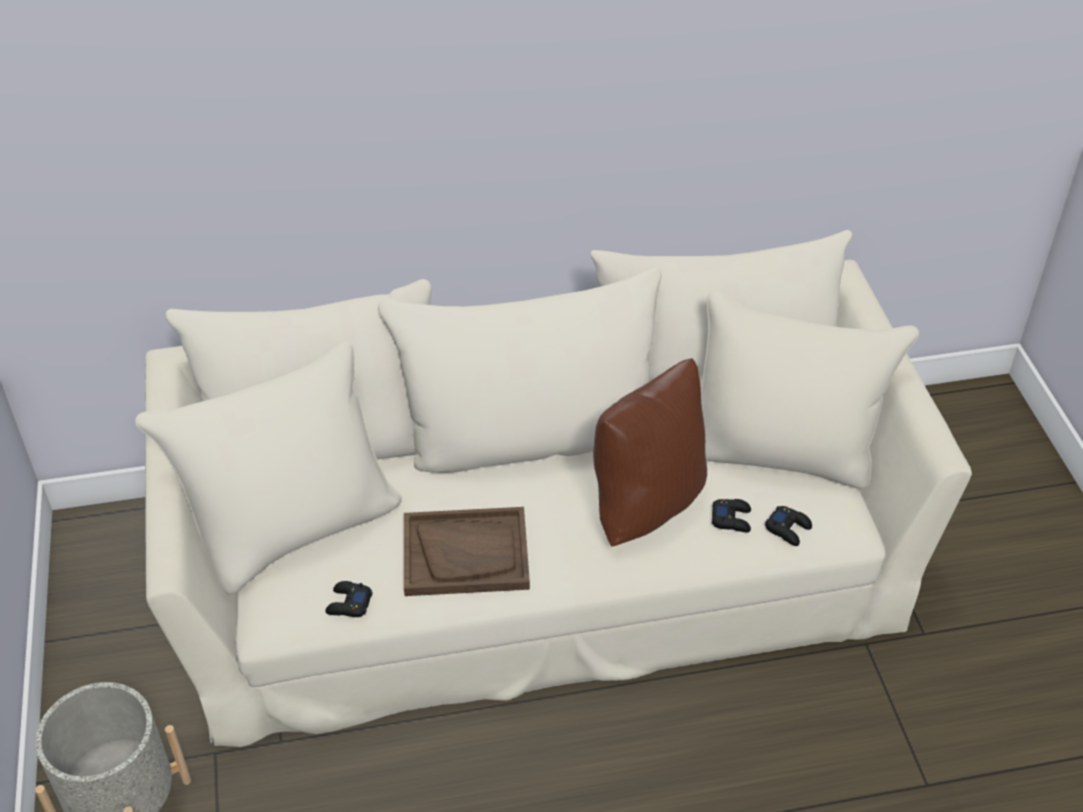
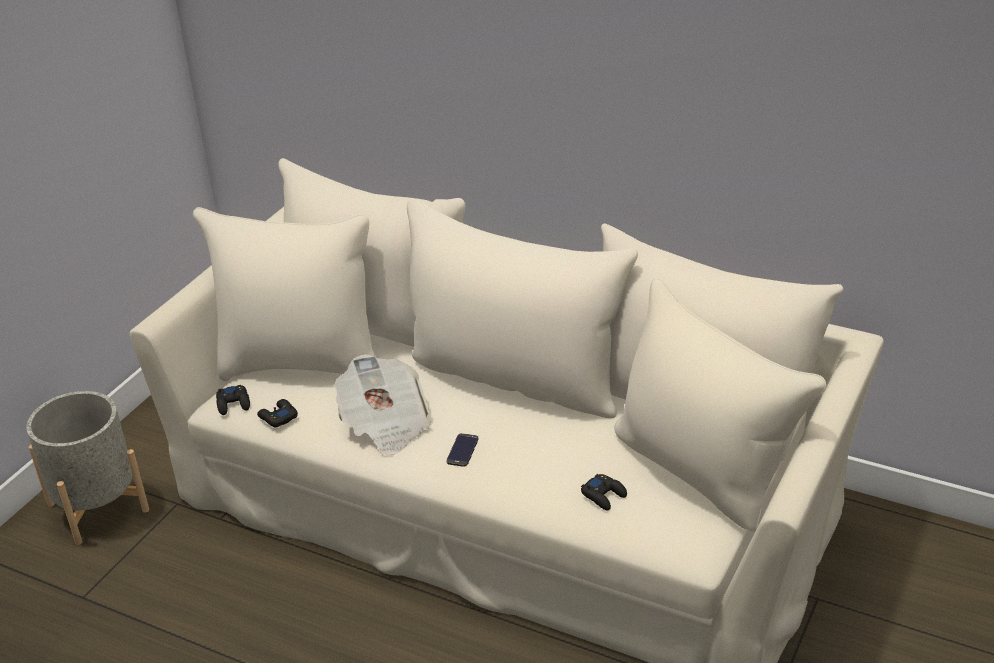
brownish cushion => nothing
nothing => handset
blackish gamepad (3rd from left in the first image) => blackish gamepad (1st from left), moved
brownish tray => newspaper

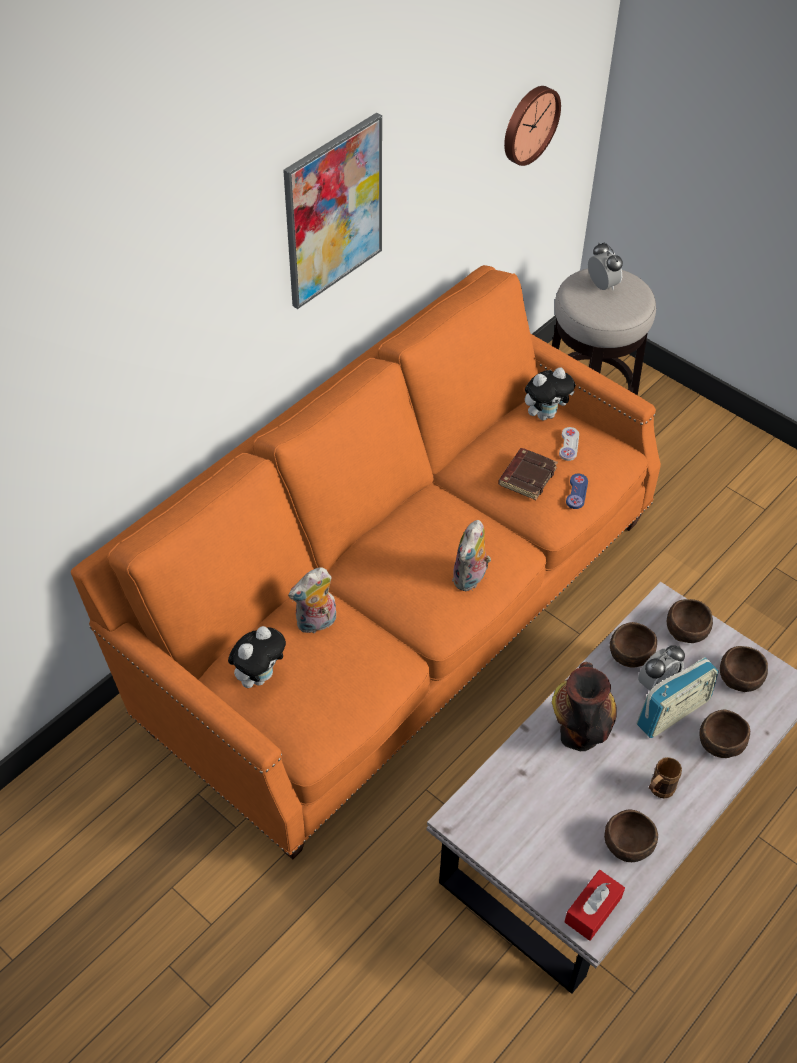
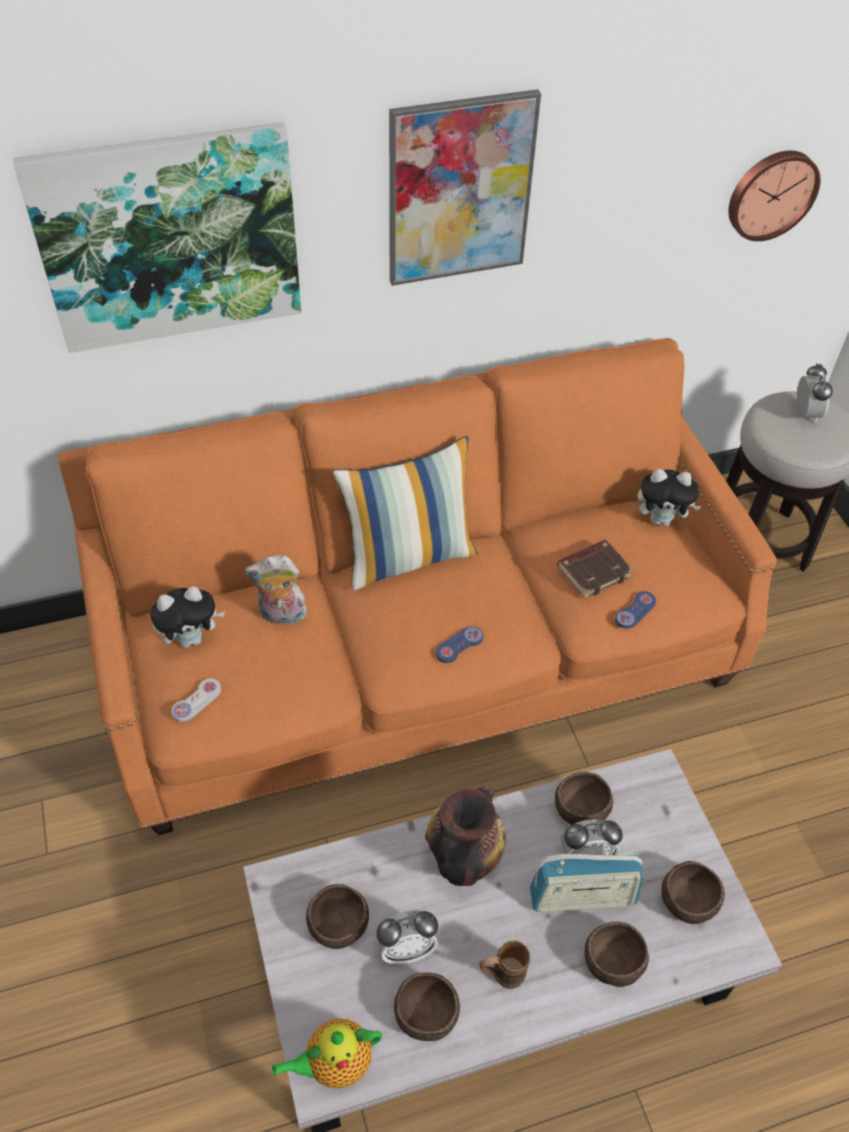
nothing => picture (1st from left)
nothing => cushion
nothing => table clock (1st from left)
whitish gamepad, moved
brownish serving bowl (3rd from left in the first image) => brownish serving bowl (1st from left), moved
plush toy (3rd from left) => blue-coloured gamepad (1st from left)
red-coloured tissue holder => tea pot

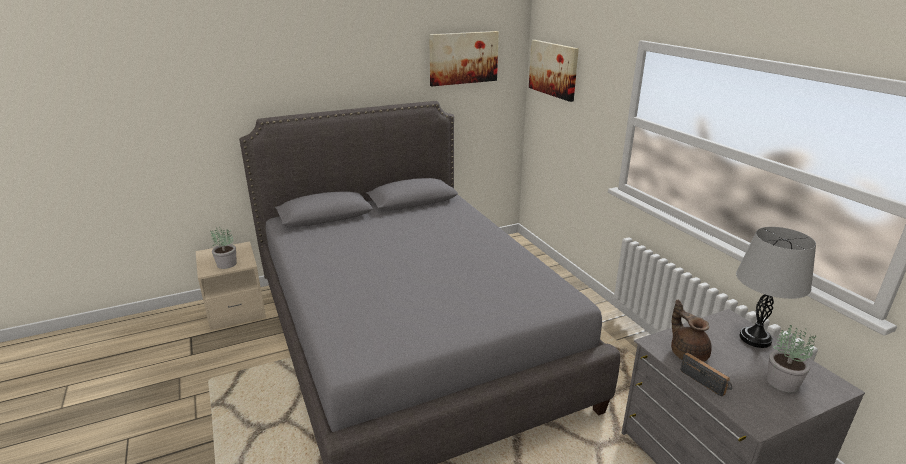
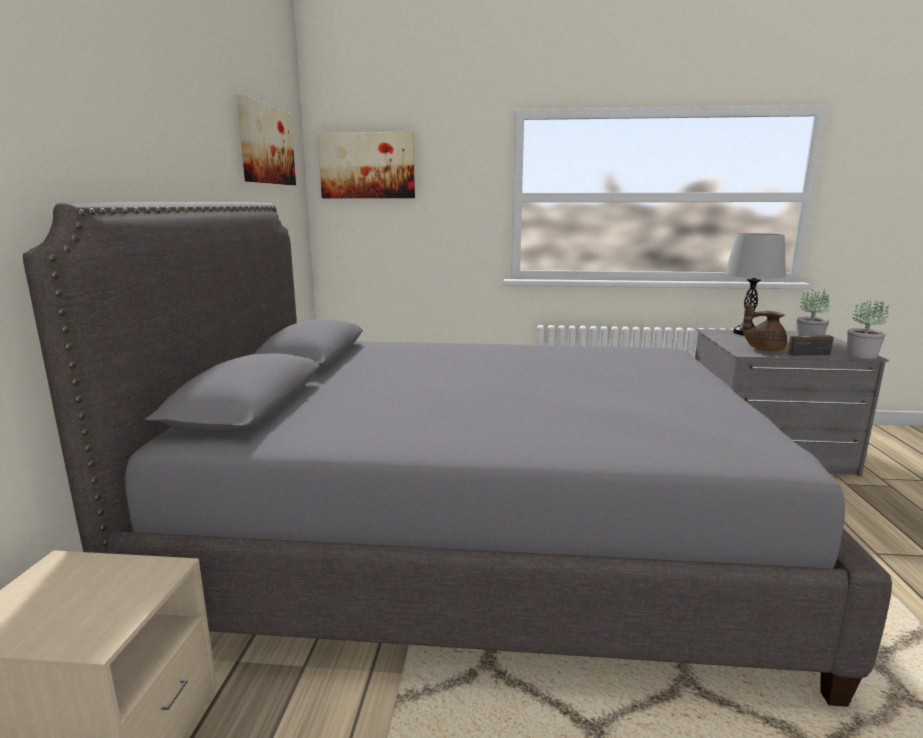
houseplant (1st from left in the first image) => houseplant (2nd from left), moved

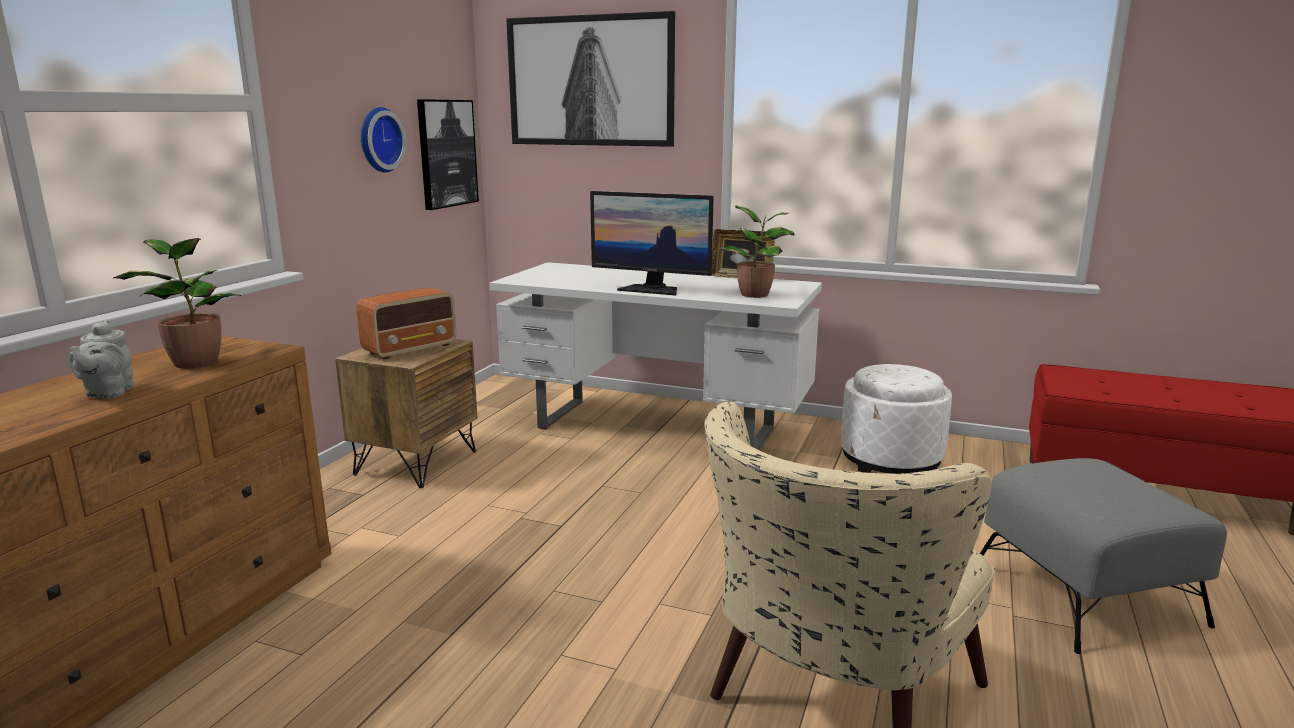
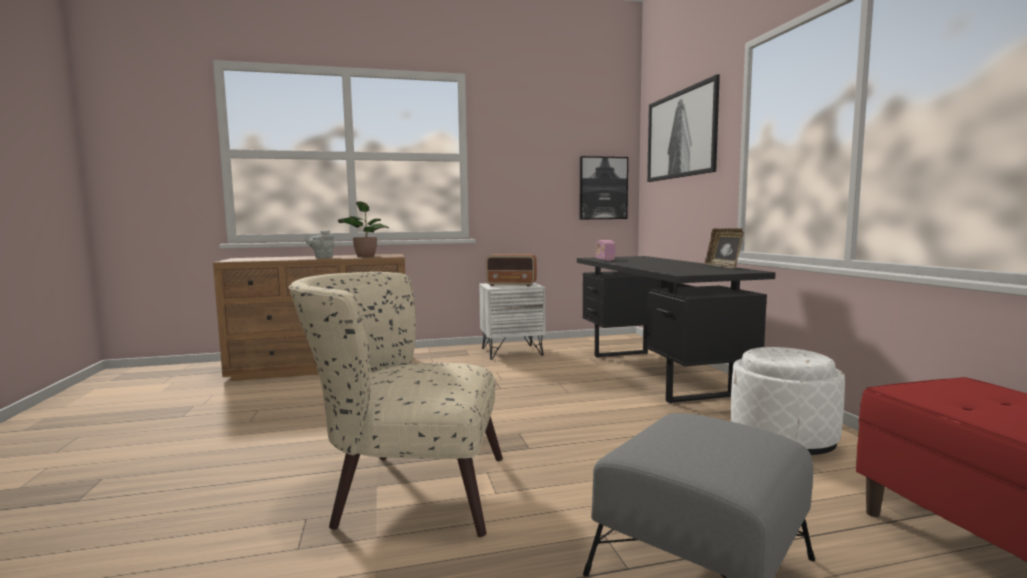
wall clock => nothing
monitor => nothing
houseplant (2nd from left) => nothing
nothing => radio set (2nd from left)
brownish nightstand => whitish nightstand
whitish desk unit => blackish desk unit

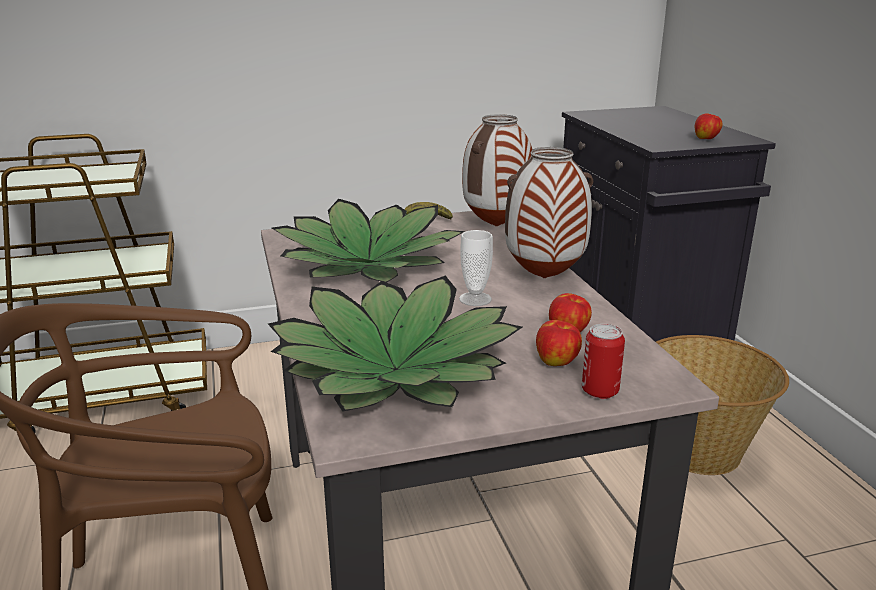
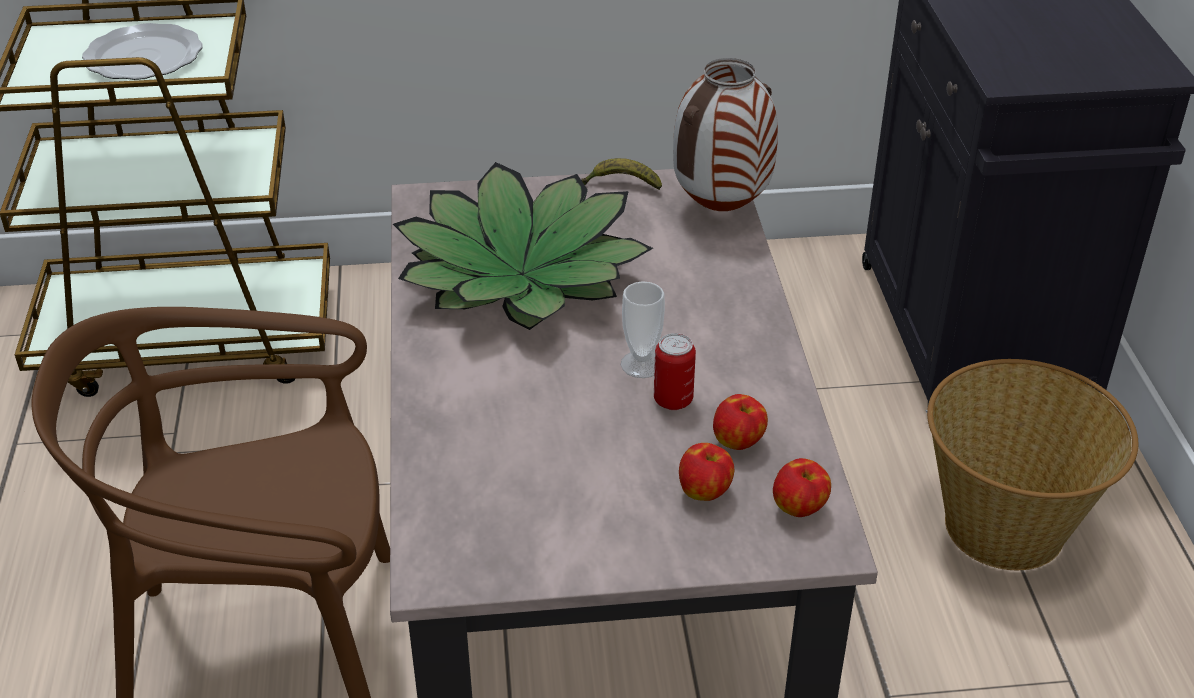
houseplant (2nd from left) => nothing
flower vase (2nd from left) => nothing
nothing => flat dish
sealed can, moved
apple fruit (3rd from left), moved

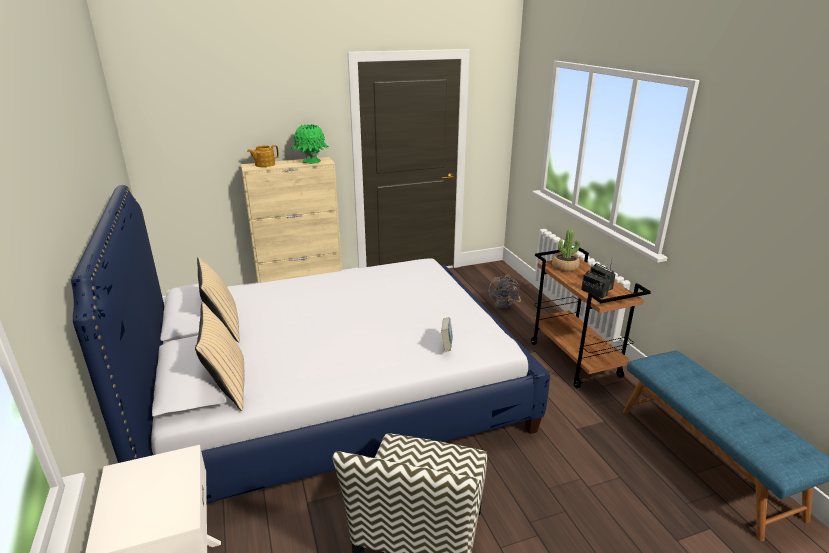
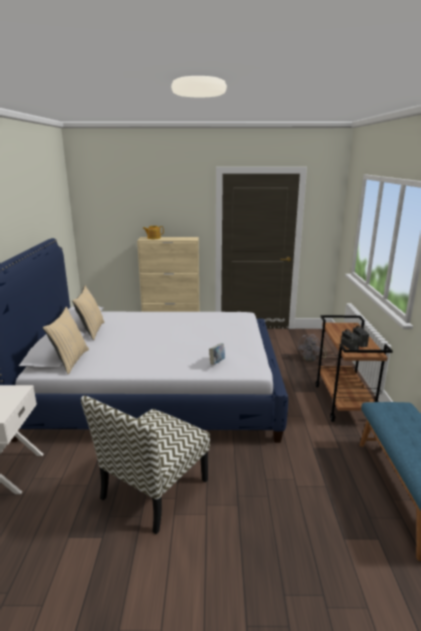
green-coloured flower vase => nothing
houseplant => nothing

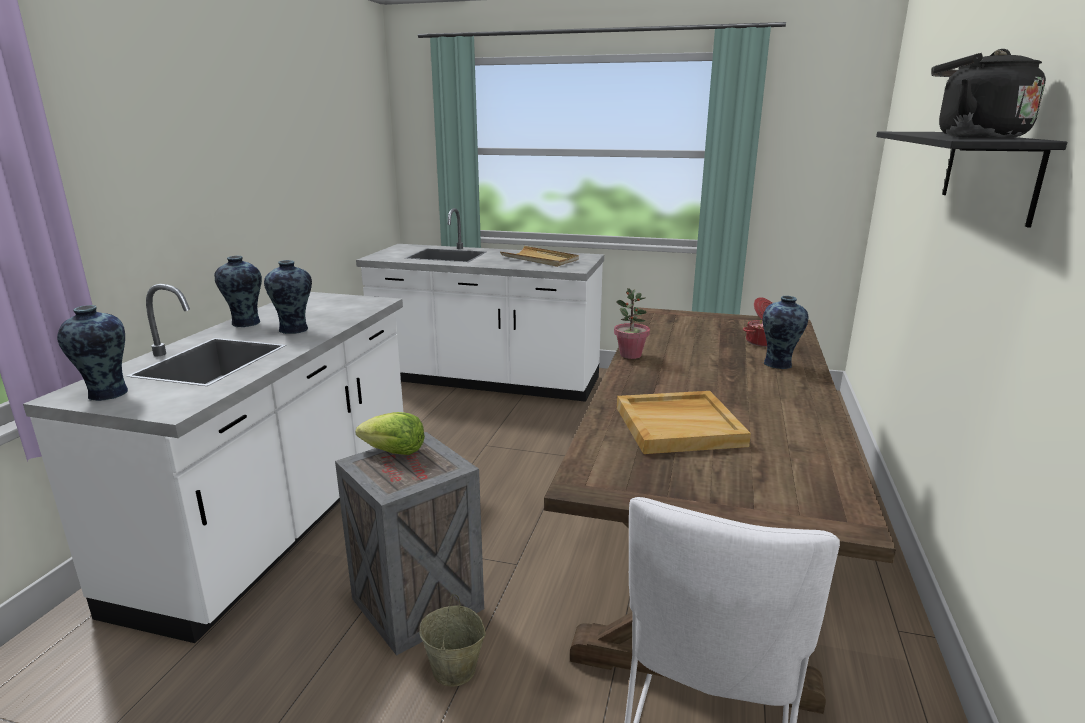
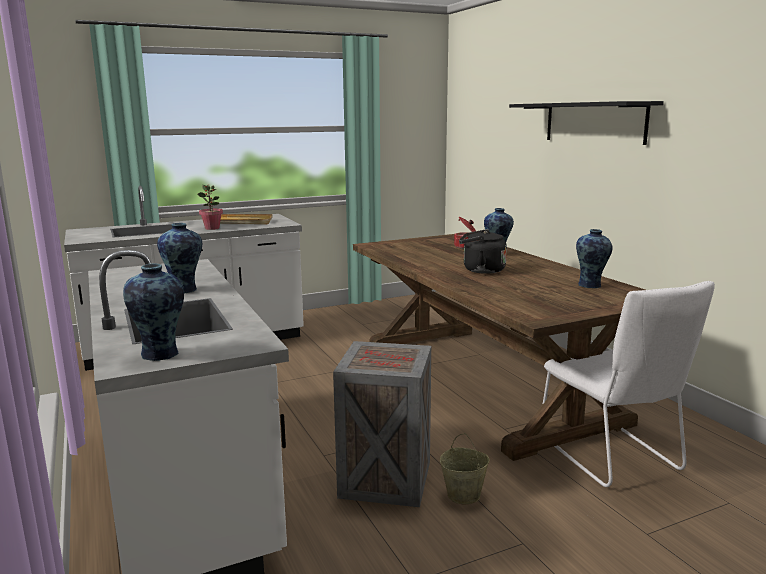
head of lettuce => nothing
beige-coloured tray (2nd from left) => nothing
flower vase (2nd from left in the first image) => flower vase (4th from left), moved
houseplant, moved
blackish kettle, moved

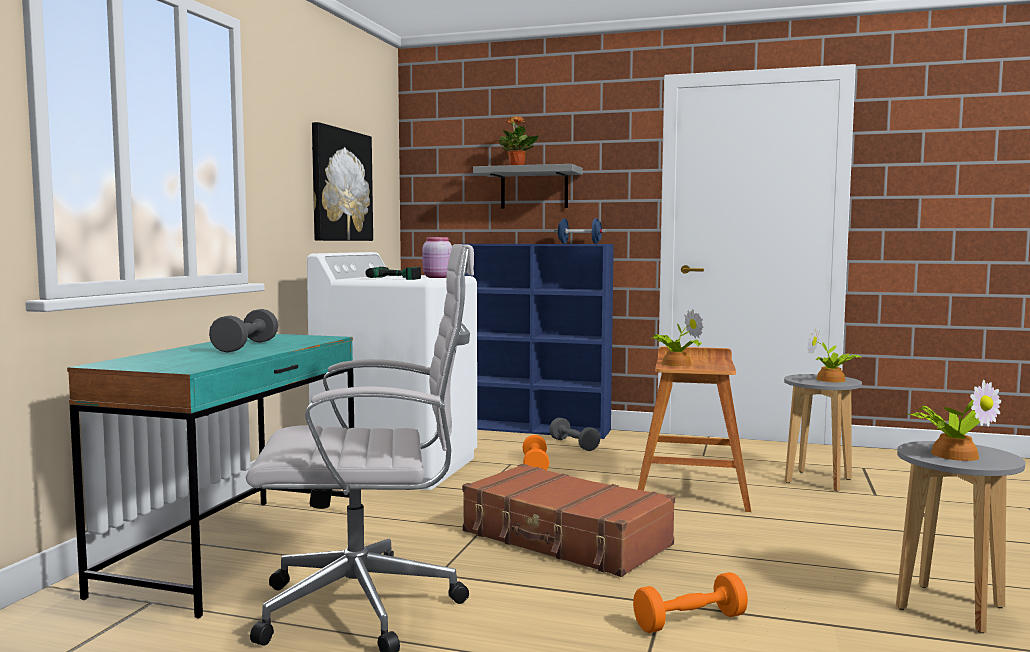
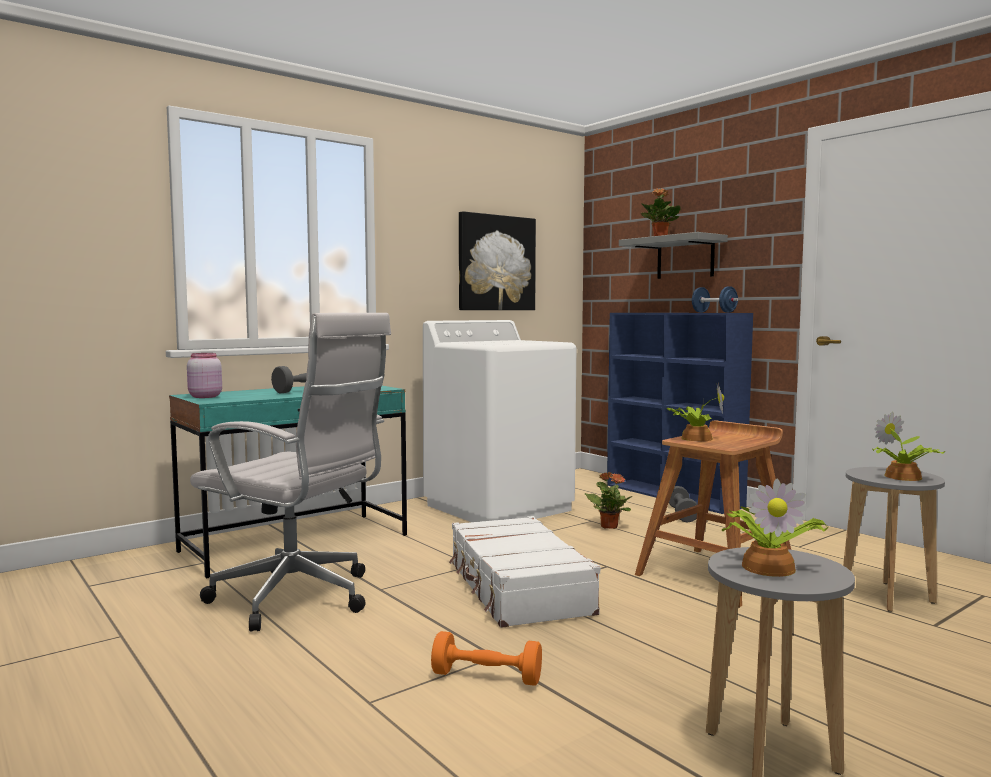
drill => nothing
pink storage jar, moved
orangey dumbbell (1st from left) => houseplant (1st from left)
brownish travel case => whitish travel case

